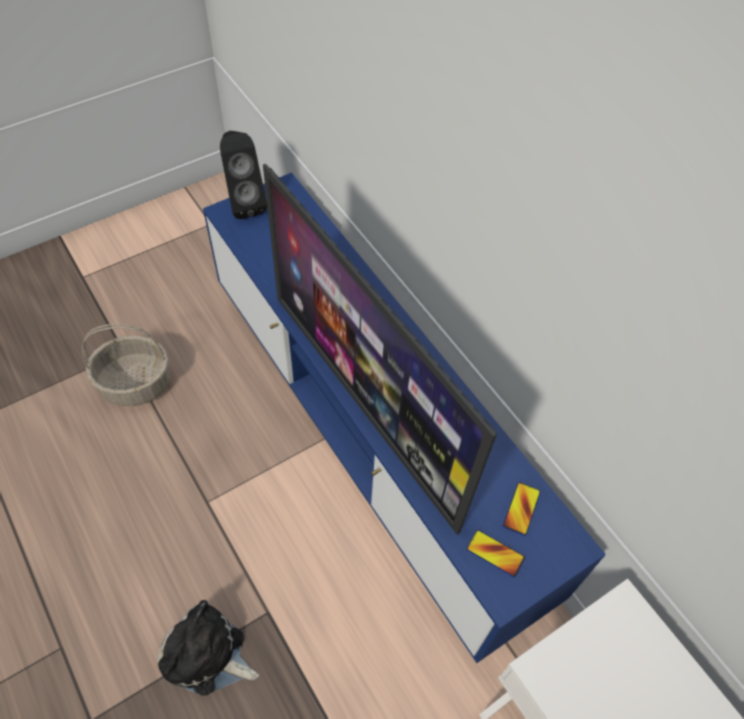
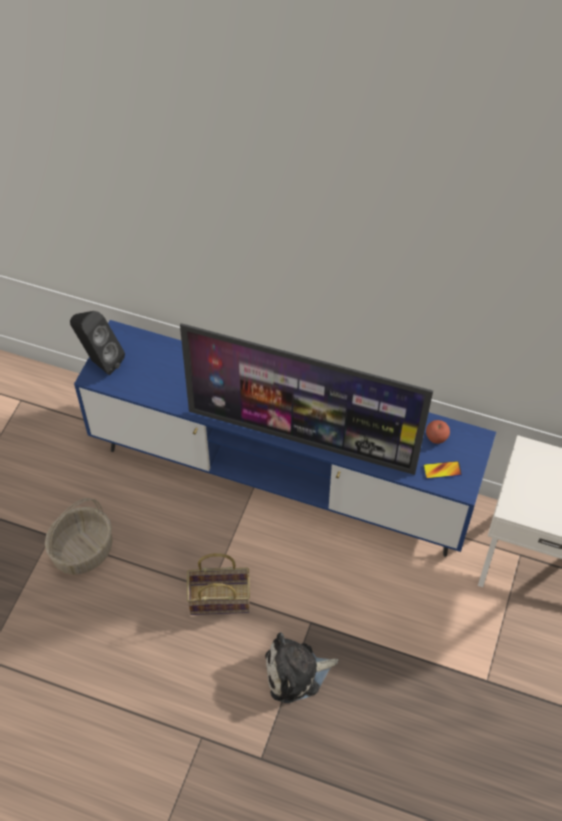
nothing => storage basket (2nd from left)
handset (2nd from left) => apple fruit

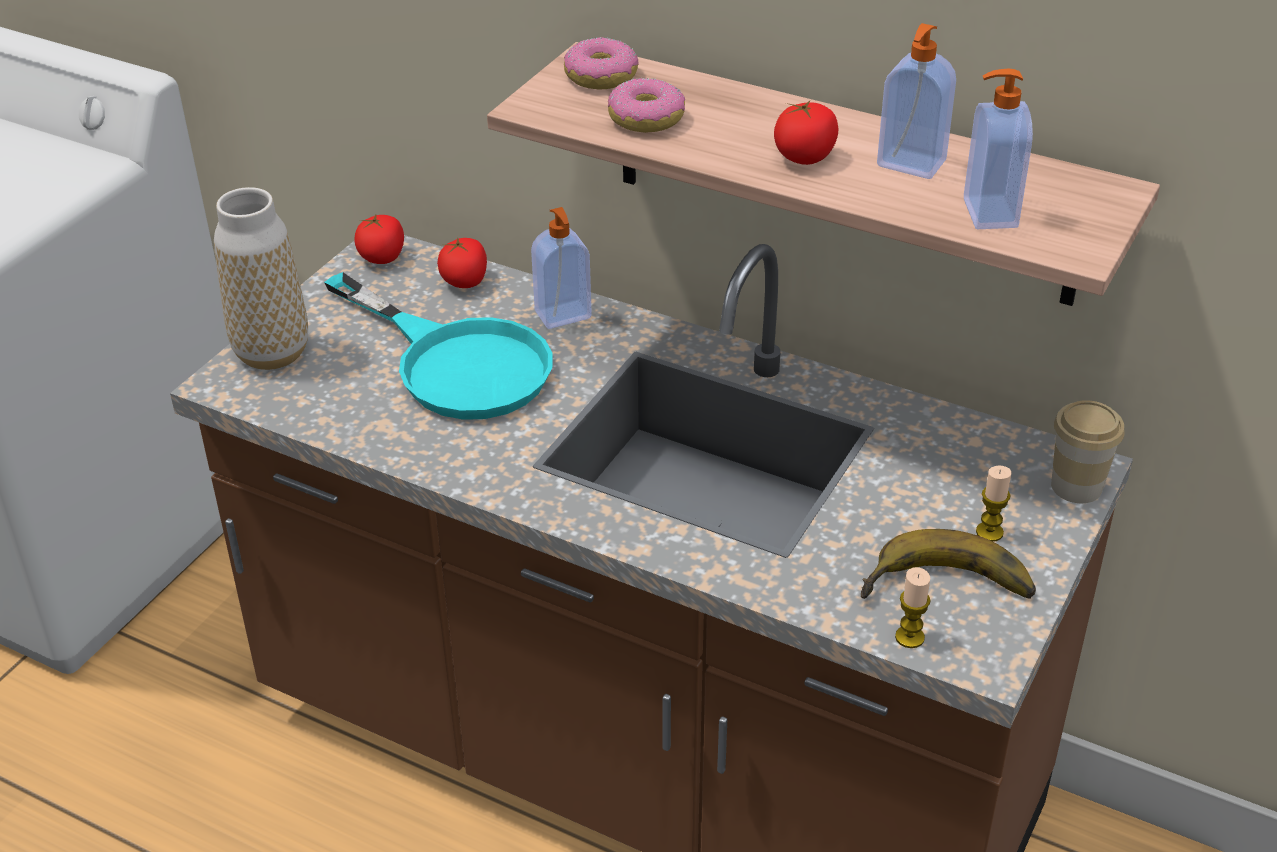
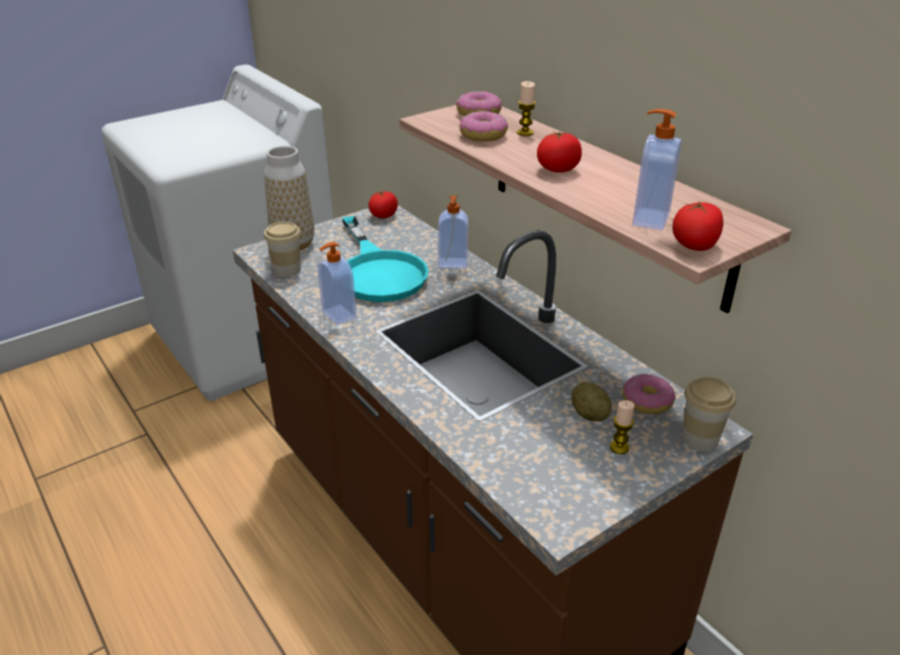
banana => nothing
nothing => cup (1st from left)
nothing => potato
nothing => ring doughnut (3rd from left)
fresh tomato (2nd from left in the first image) => fresh tomato (3rd from left), moved
liquid soap bottle (2nd from left in the first image) => liquid soap bottle (1st from left), moved
wax light (1st from left), moved

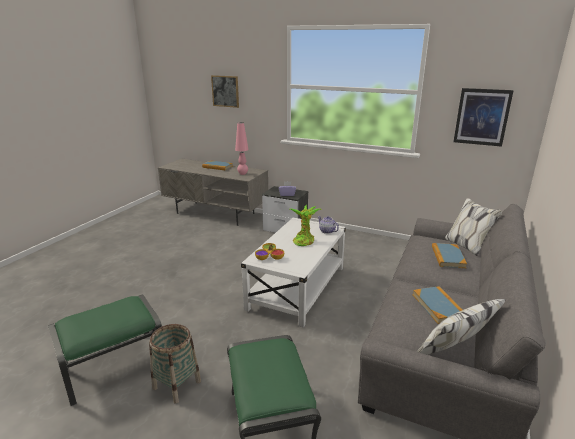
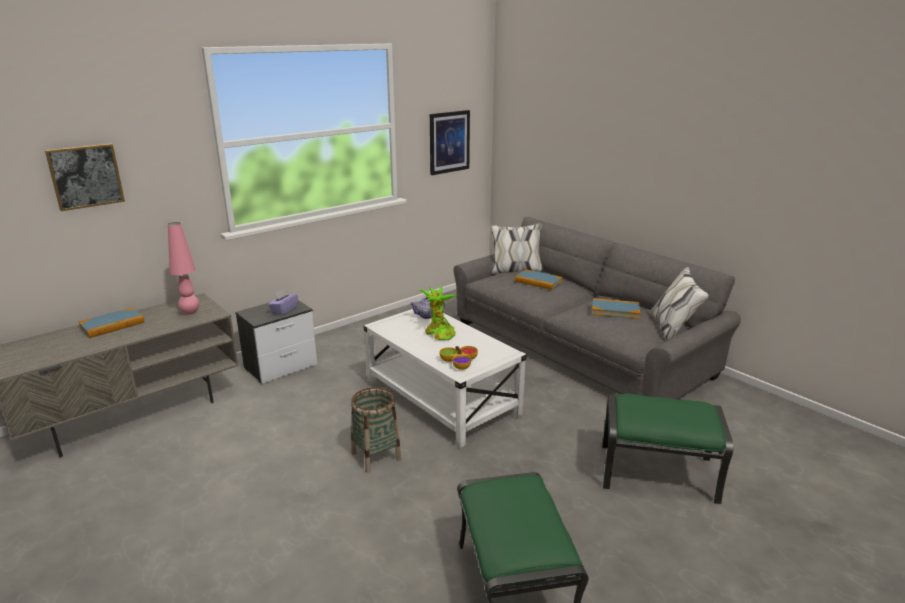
storage basket, moved

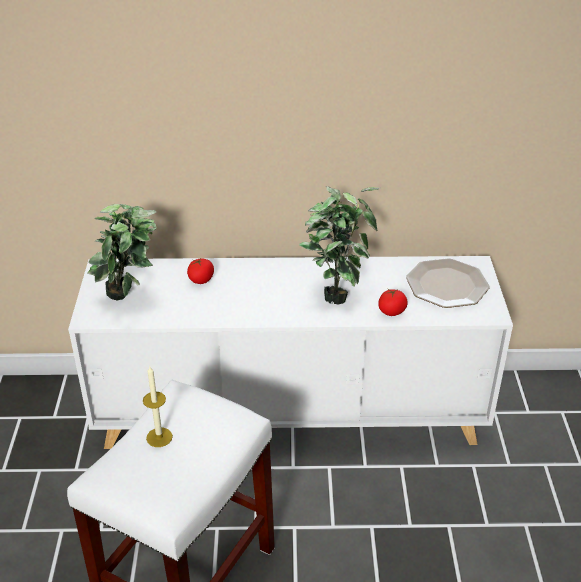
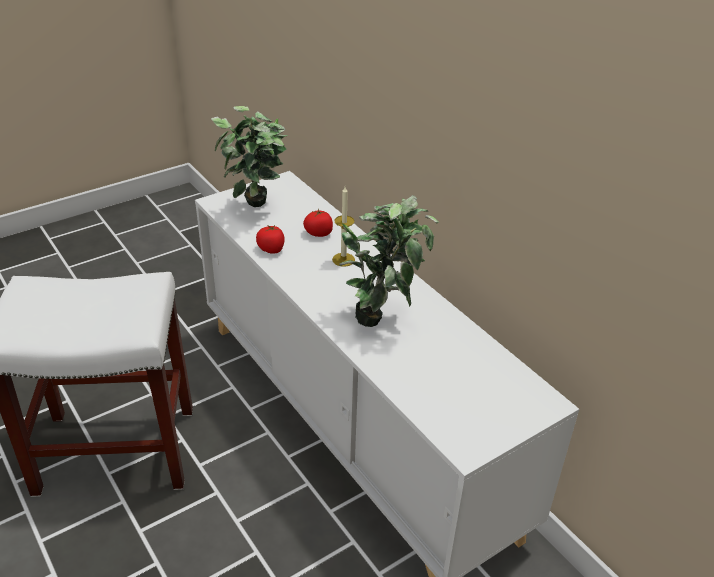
flat dish => nothing
wax light, moved
fresh tomato (2nd from left in the first image) => fresh tomato (1st from left), moved

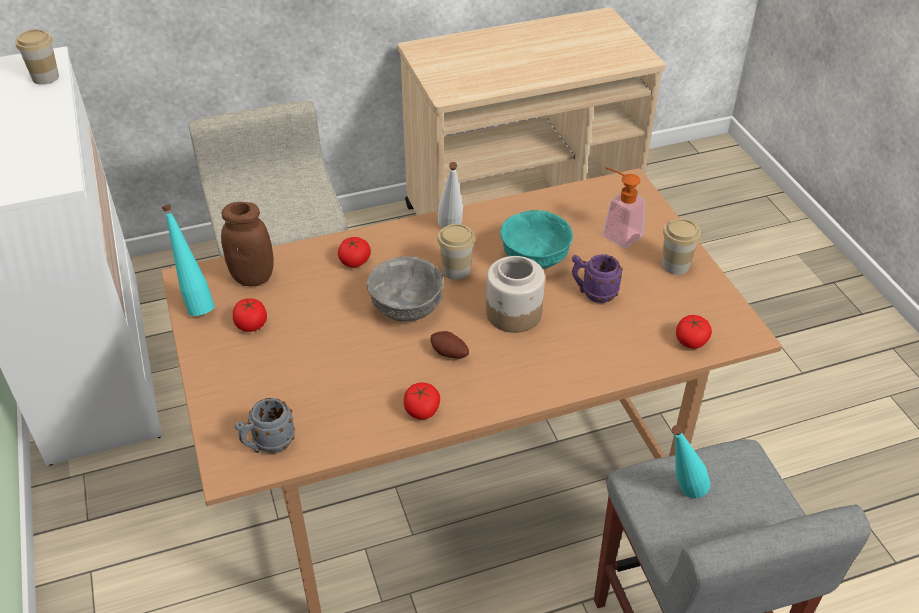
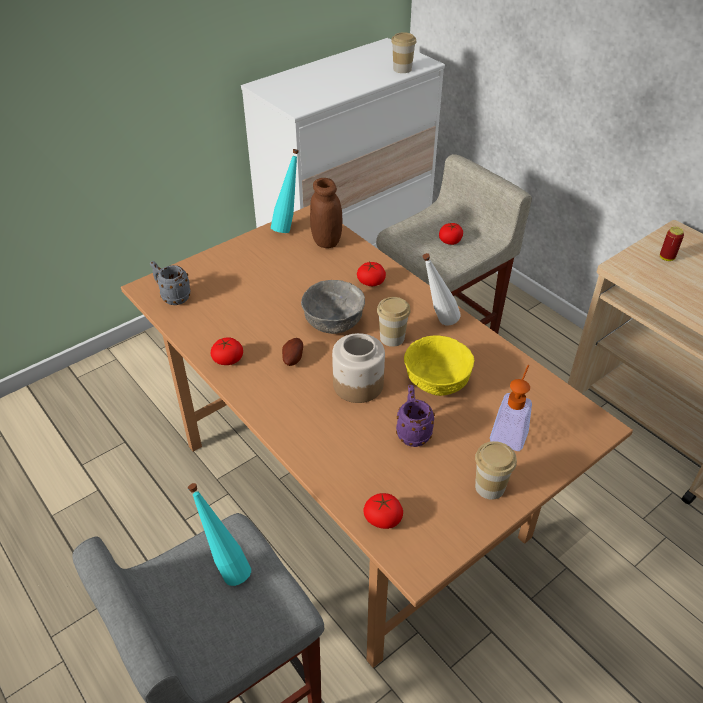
nothing => sealed can
fresh tomato (1st from left in the first image) => fresh tomato (4th from left), moved
blue-green serving bowl => yellow serving bowl

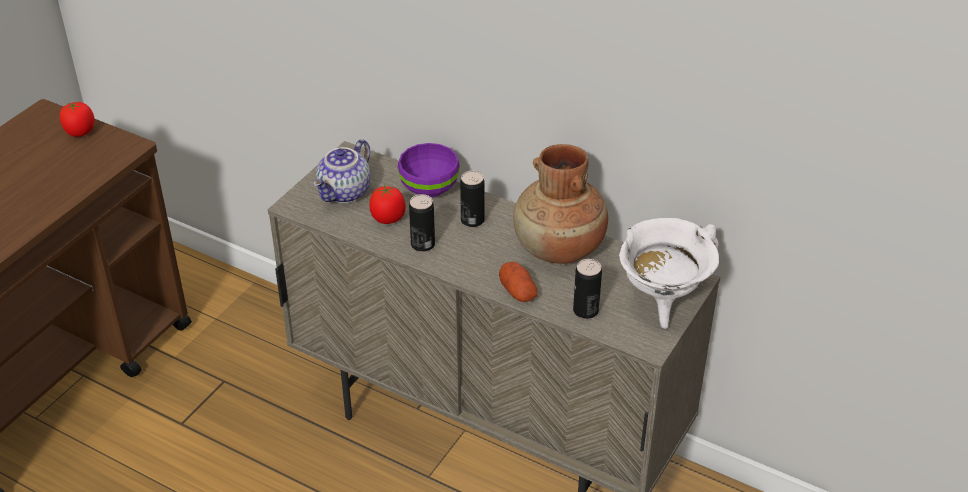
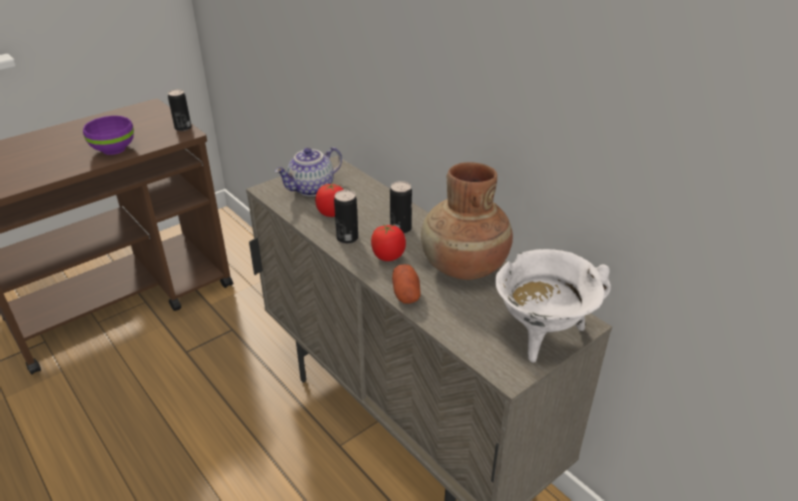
fresh tomato (1st from left in the first image) => fresh tomato (2nd from left), moved
purple-coloured serving bowl, moved
sealed can (3rd from left in the first image) => sealed can (1st from left), moved

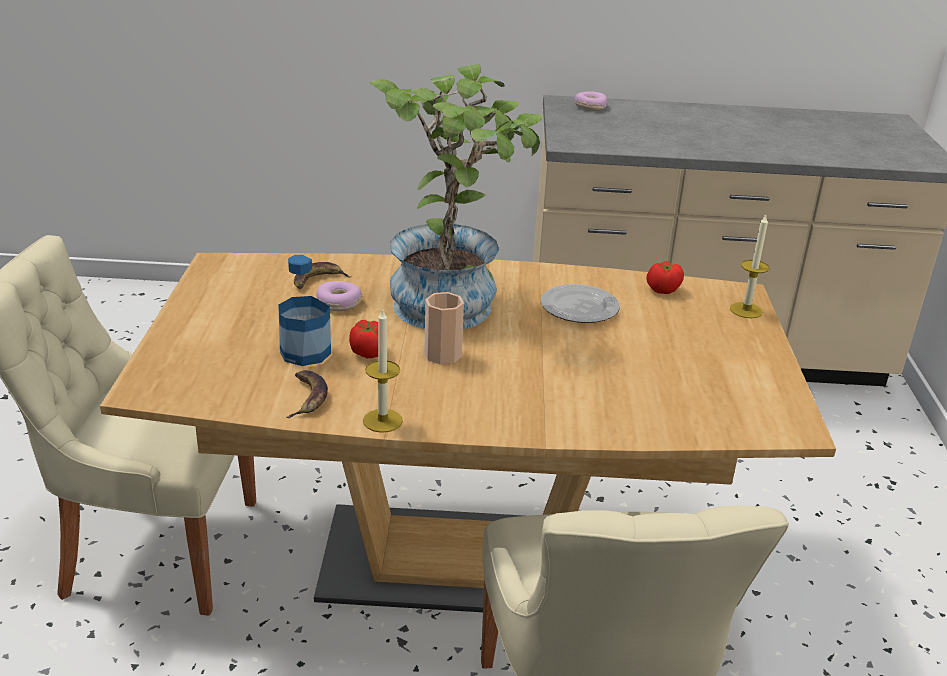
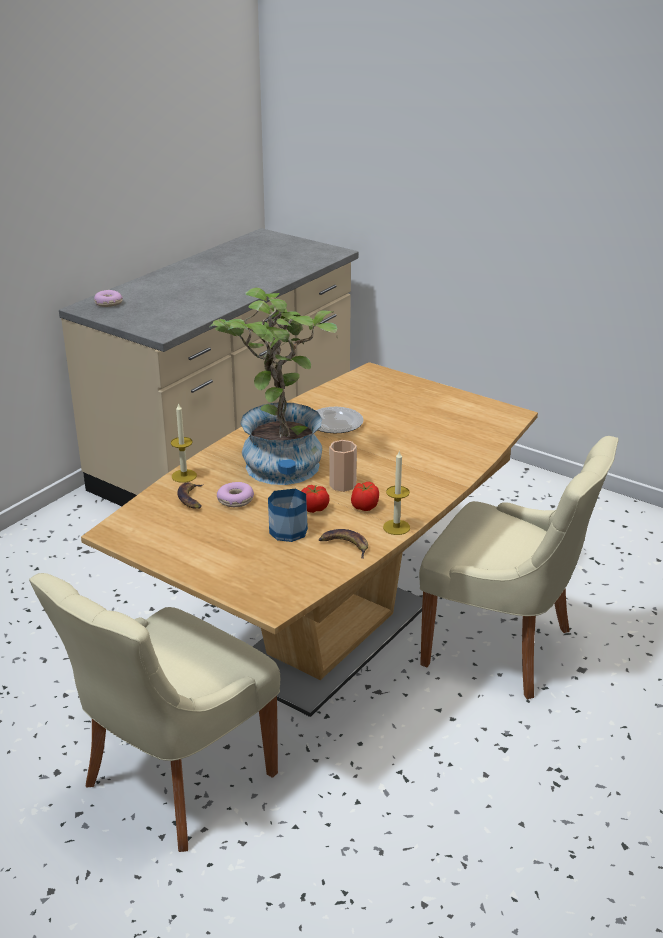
fresh tomato (2nd from left), moved
wax light (2nd from left in the first image) => wax light (1st from left), moved

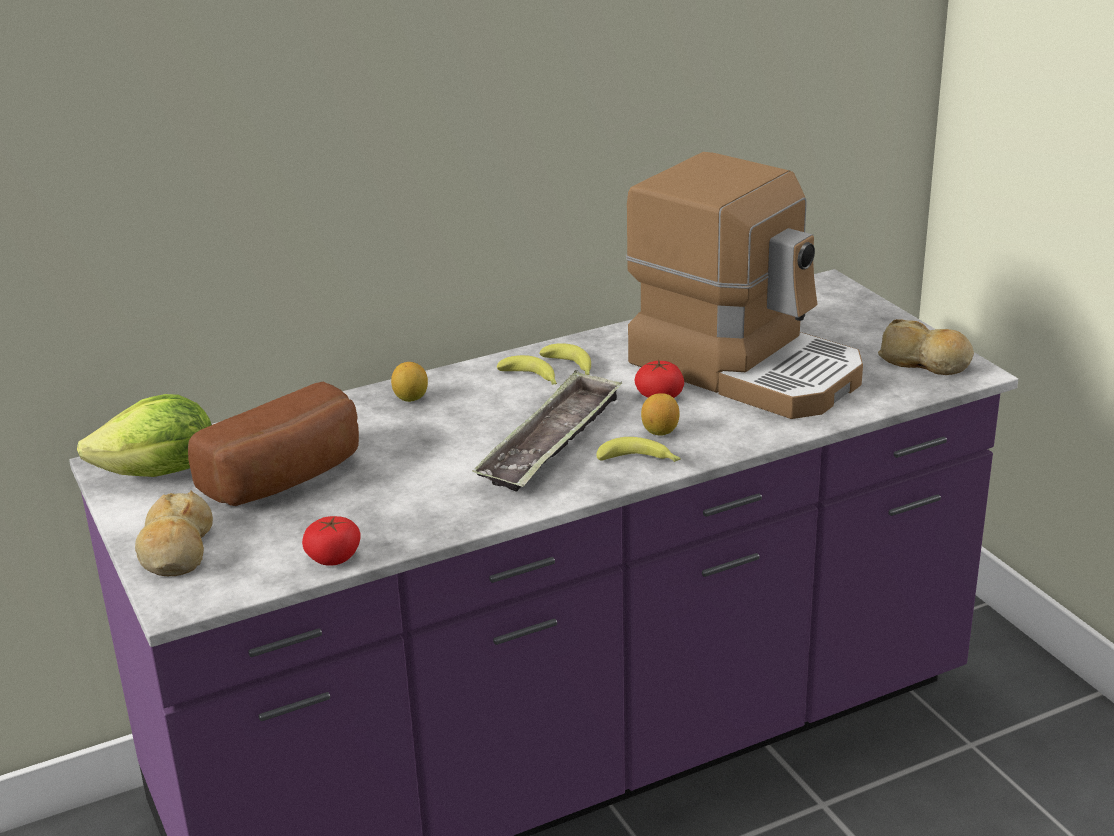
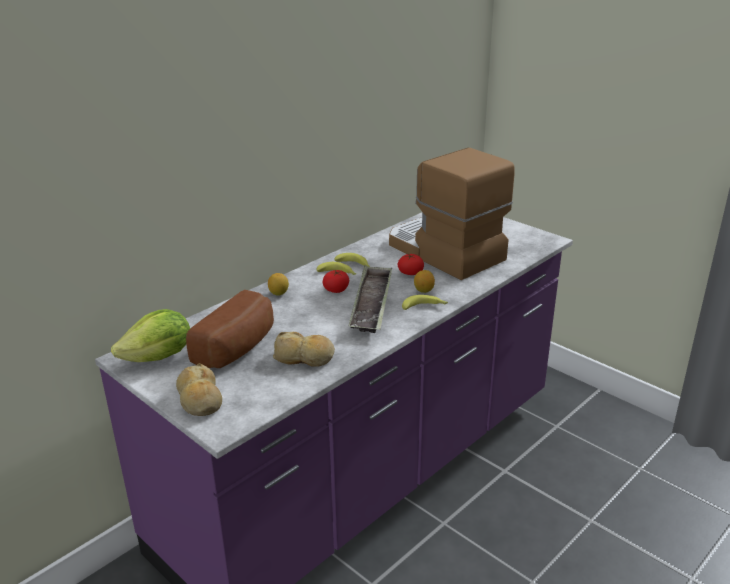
fresh tomato (1st from left), moved
bread (3rd from left), moved
coffee maker, 150 degrees counterclockwise

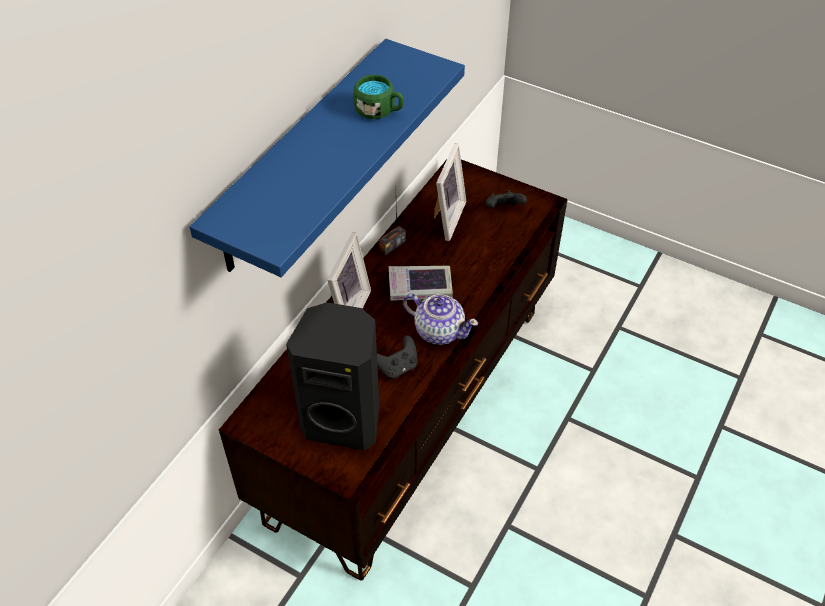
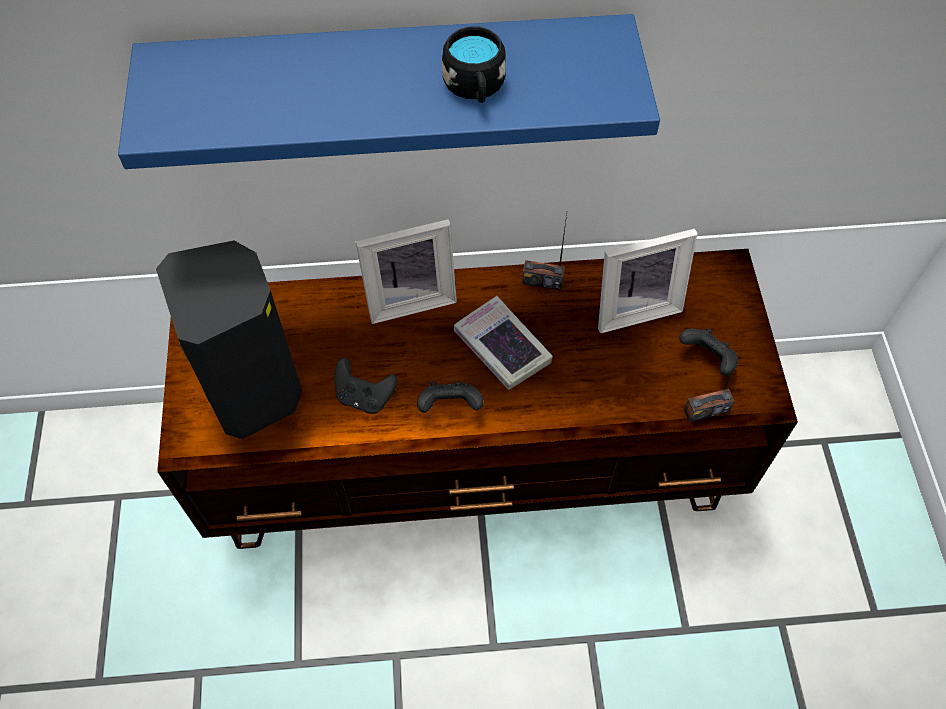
nothing => radio set (2nd from left)
tea pot => blackish gamepad (2nd from left)
green-coloured coffee mug => blackish coffee mug

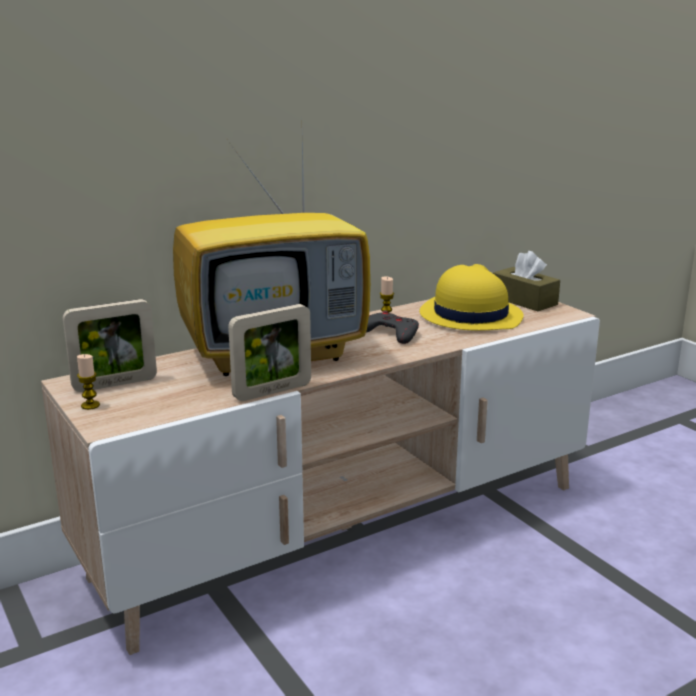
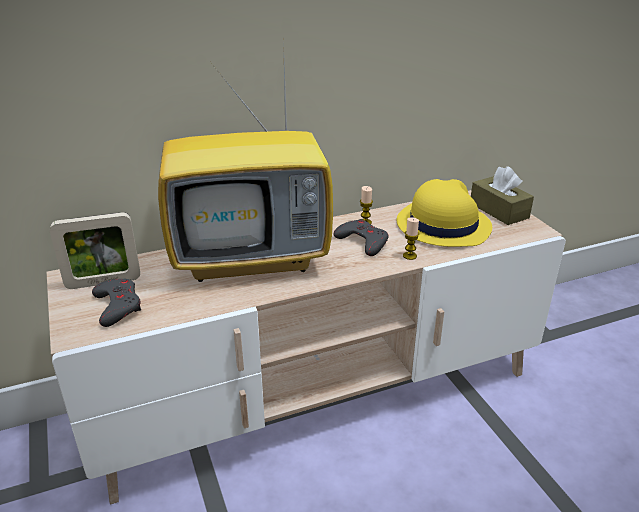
photo frame (2nd from left) => nothing
nothing => gray gamepad (1st from left)
wax light (1st from left in the first image) => wax light (2nd from left), moved

